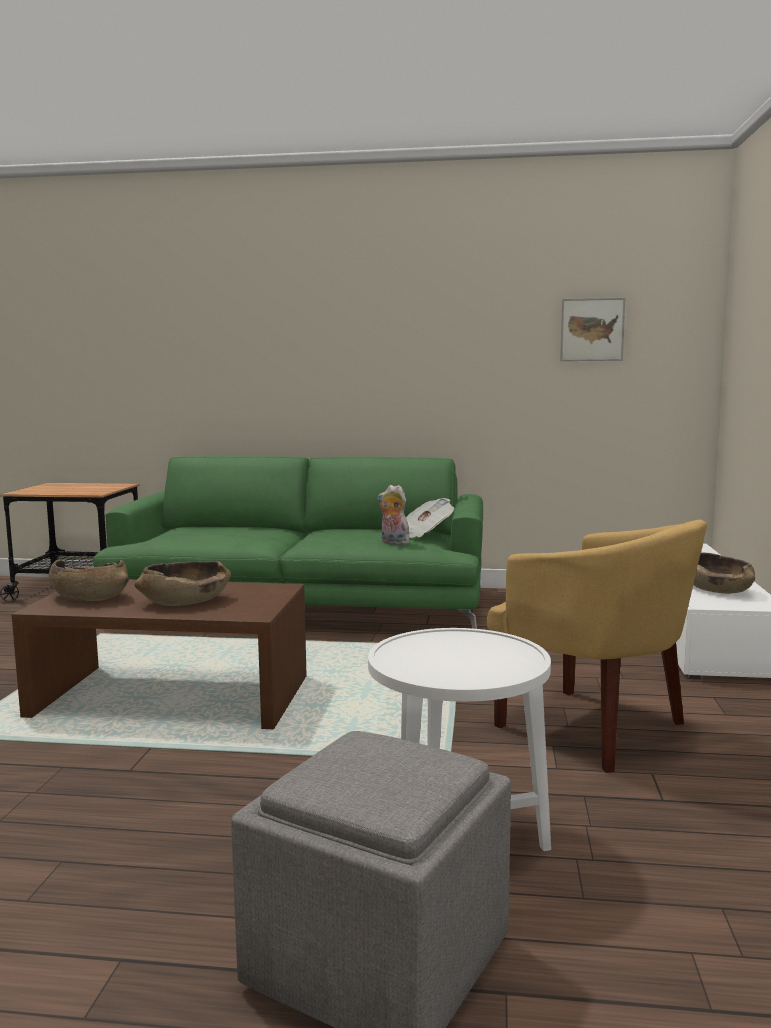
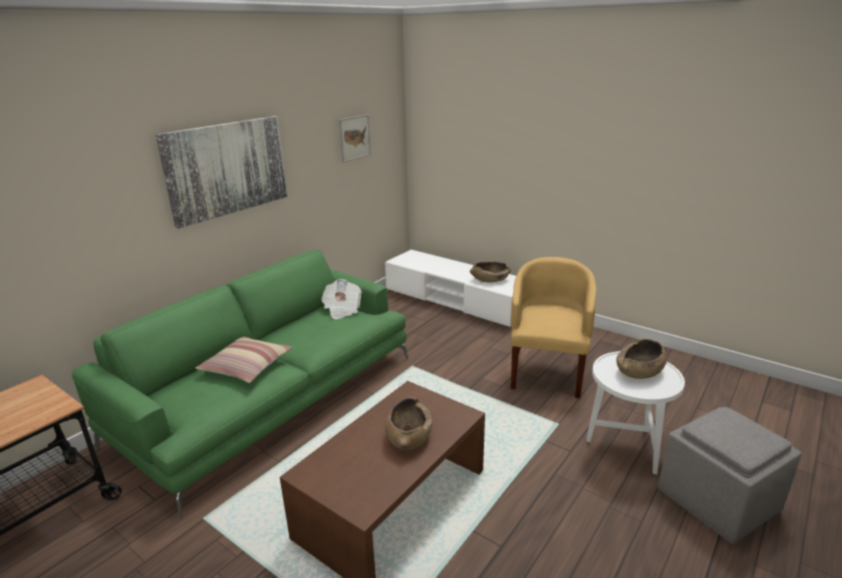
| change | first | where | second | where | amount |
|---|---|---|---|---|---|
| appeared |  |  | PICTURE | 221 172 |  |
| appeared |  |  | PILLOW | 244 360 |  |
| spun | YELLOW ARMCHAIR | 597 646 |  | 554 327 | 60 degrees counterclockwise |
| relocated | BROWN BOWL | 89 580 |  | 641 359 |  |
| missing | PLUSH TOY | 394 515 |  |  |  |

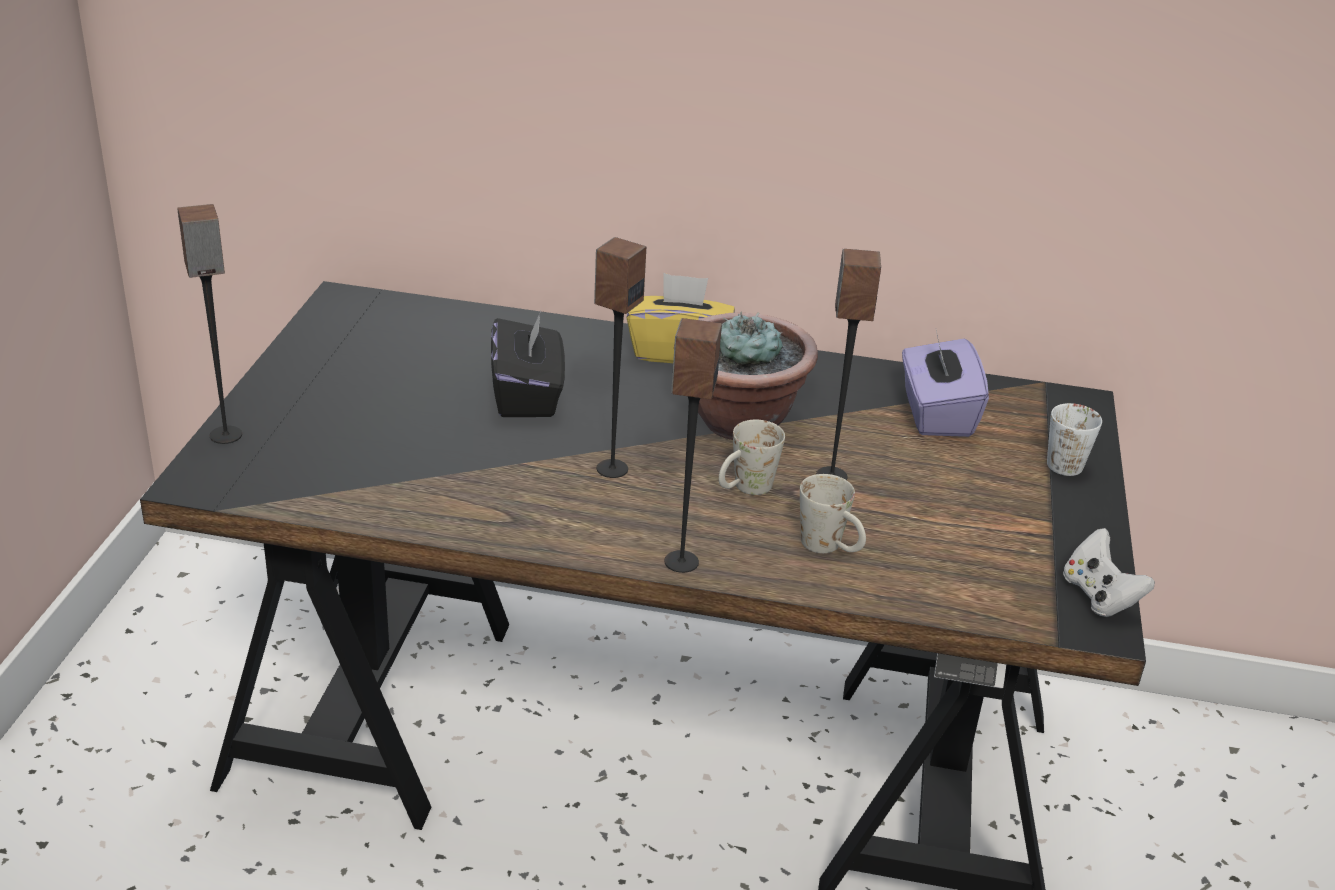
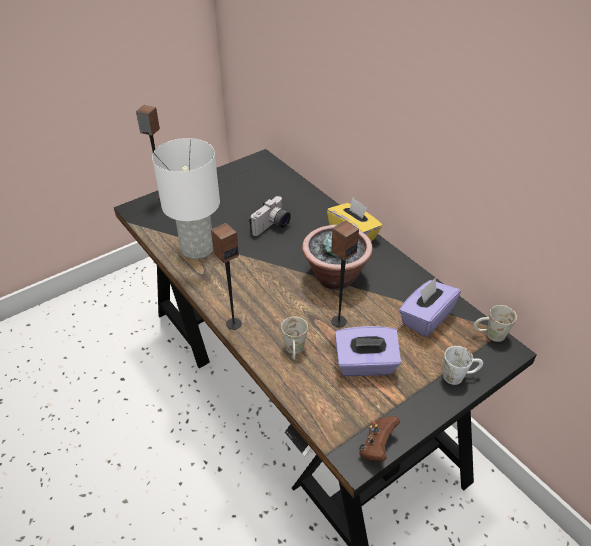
| change | first | where | second | where | amount |
|---|---|---|---|---|---|
| appeared |  |  | WHITE TABLE LAMP | 186 198 |  |
| exchanged | BLACK TISSUE BOX | 528 364 | PHOTO CAMERA | 270 216 |  |
| appeared |  |  | PURPLE TISSUE BOX | 368 351 |  |
| colour | WHITE GAME CONTROLLER | 1109 572 | BROWN GAME CONTROLLER | 379 438 |  |
| relocated | WHITE MUG | 752 457 |  | 495 323 |  |
| missing | SPEAKER | 620 357 |  |  |  |

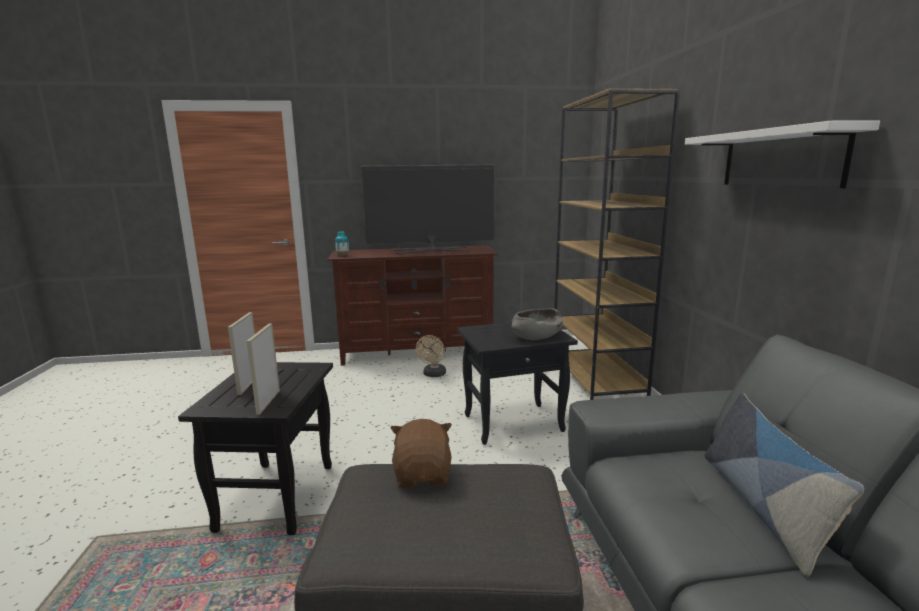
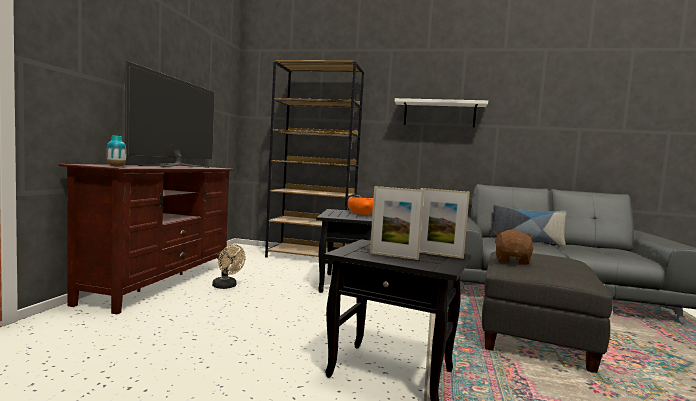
| change | first | where | second | where | amount |
|---|---|---|---|---|---|
| colour | GREY BOWL | 537 324 | ORANGE BOWL | 360 205 |  |
| spun | BROWN PLUSH TOY | 421 453 |  | 513 247 | 90 degrees clockwise |

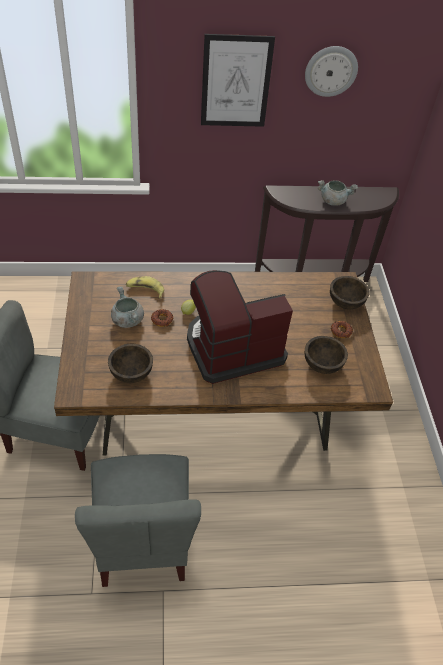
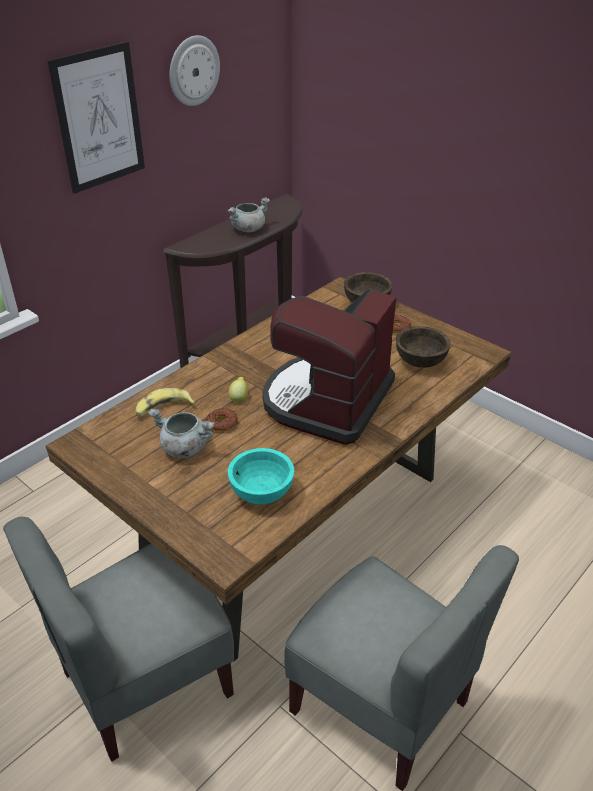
| change | first | where | second | where | amount |
|---|---|---|---|---|---|
| colour | BROWN BOWL | 130 363 | TURQUOISE BOWL | 261 476 |  |

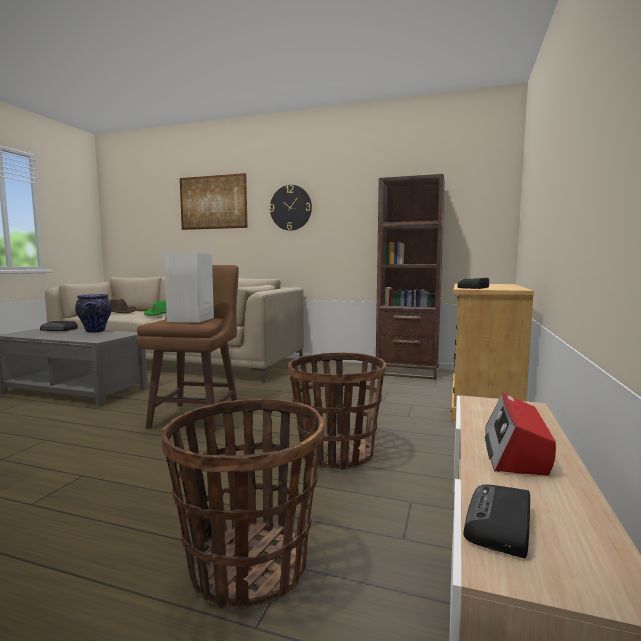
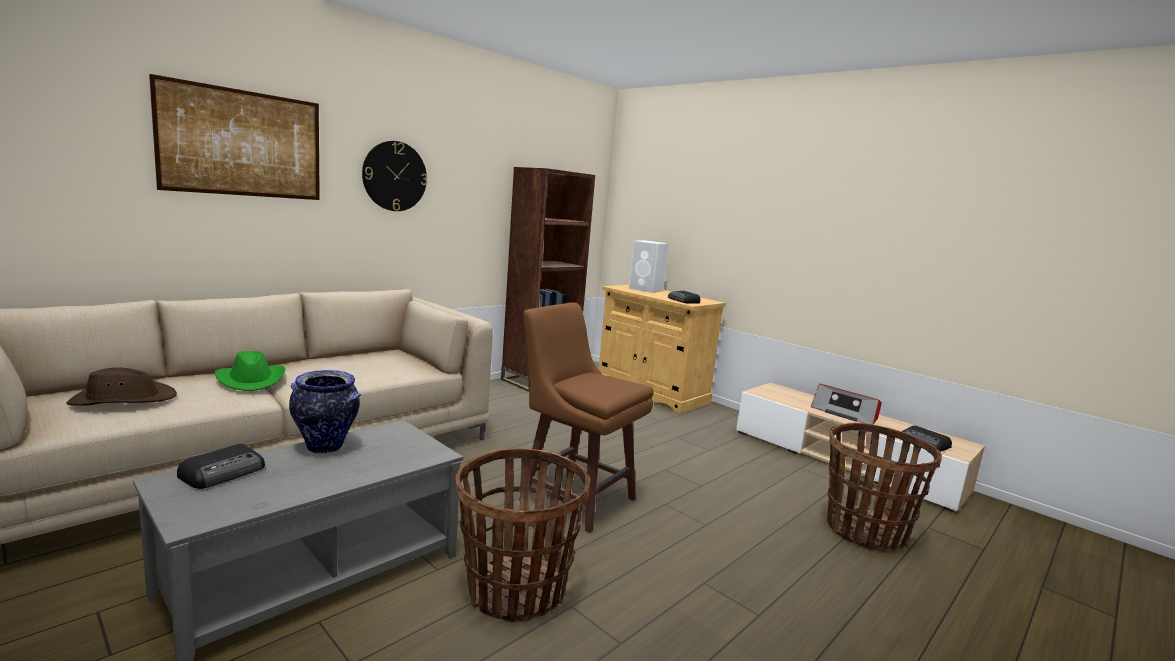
| change | first | where | second | where | amount |
|---|---|---|---|---|---|
| relocated | BASKET | 337 411 |  | 523 535 |  |
| relocated | WHITE SPEAKER | 189 288 |  | 649 267 |  |

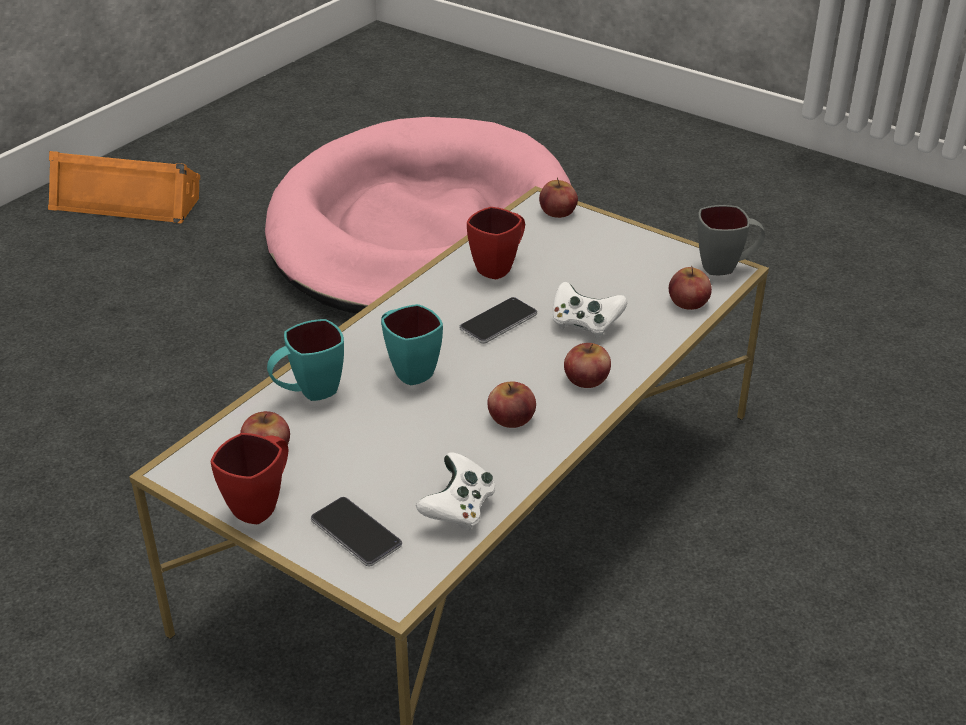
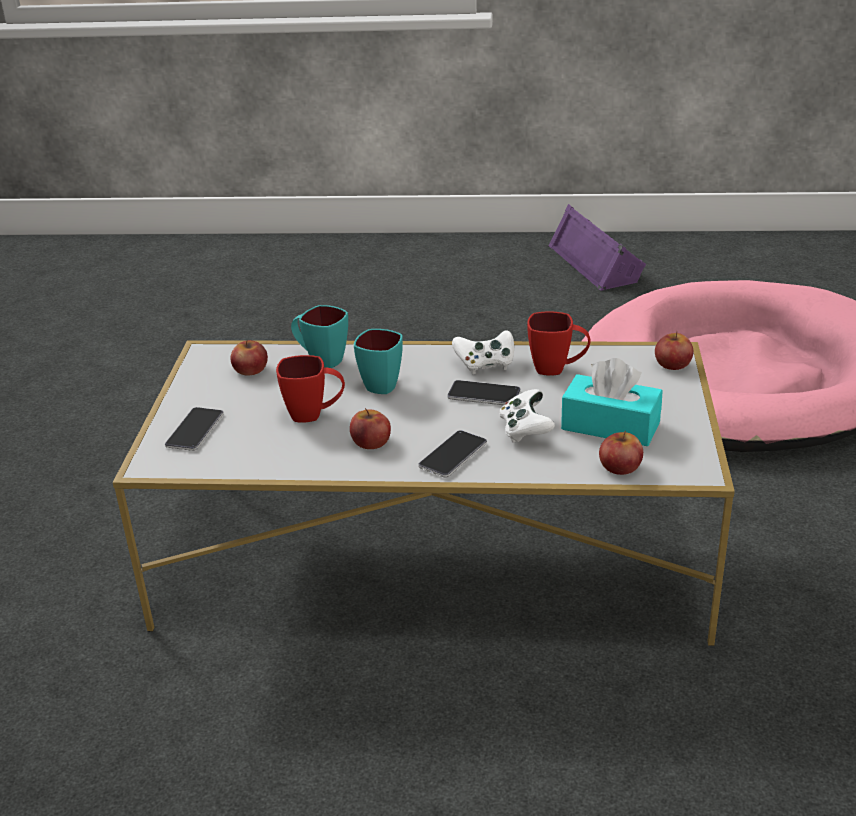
| change | first | where | second | where | amount |
|---|---|---|---|---|---|
| relocated | RED MUG | 249 478 |  | 310 389 |  |
| exchanged | APPLE | 587 365 | PHONE | 452 454 |  |
| relocated | WHITE GAME CONTROLLER | 456 491 |  | 483 352 |  |
| colour | ORANGE SPEAKER | 124 187 | PURPLE SPEAKER | 597 247 |  |
| appeared |  |  | TURQUOISE TISSUE BOX | 612 402 |  |
| missing | GREY MUG | 731 240 |  |  |  |

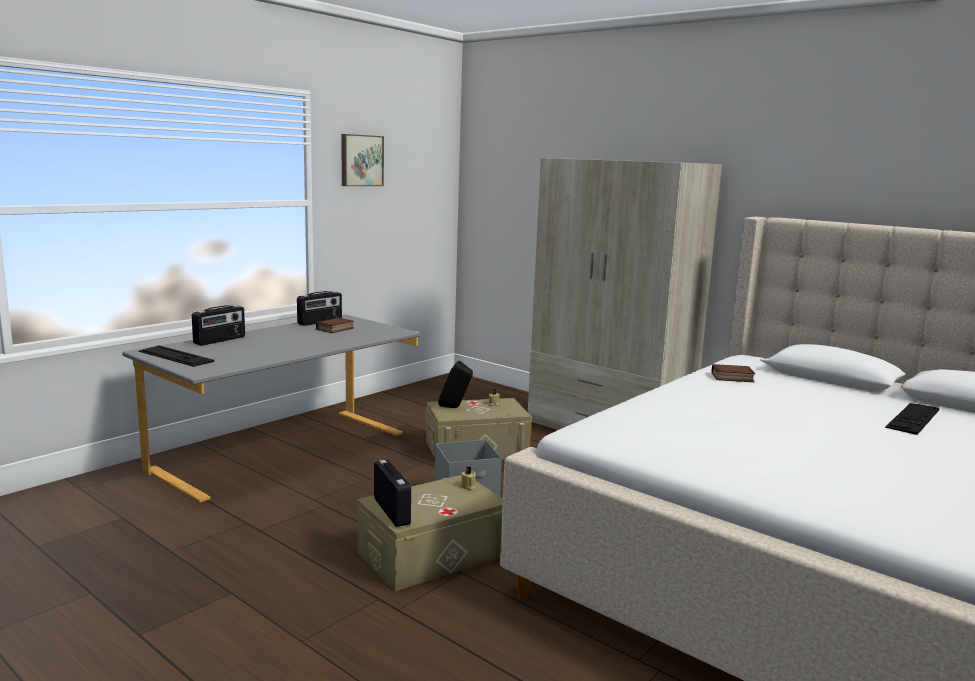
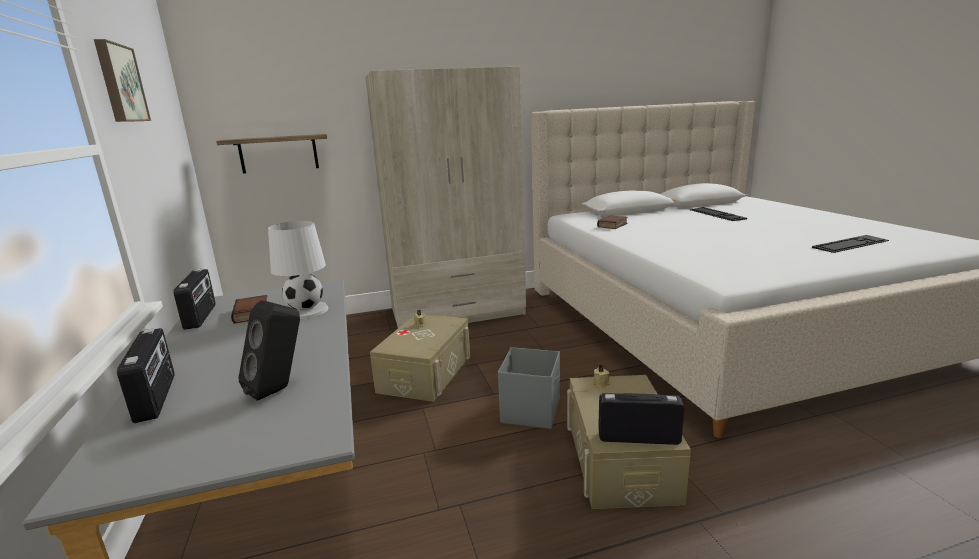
| change | first | where | second | where | amount |
|---|---|---|---|---|---|
| appeared |  |  | SHELF | 271 154 |  |
| relocated | BLACK SPEAKER | 455 384 |  | 269 351 |  |
| appeared |  |  | WHITE TABLE LAMP | 298 270 |  |
| relocated | KEYBOARD | 176 356 |  | 850 244 |  |

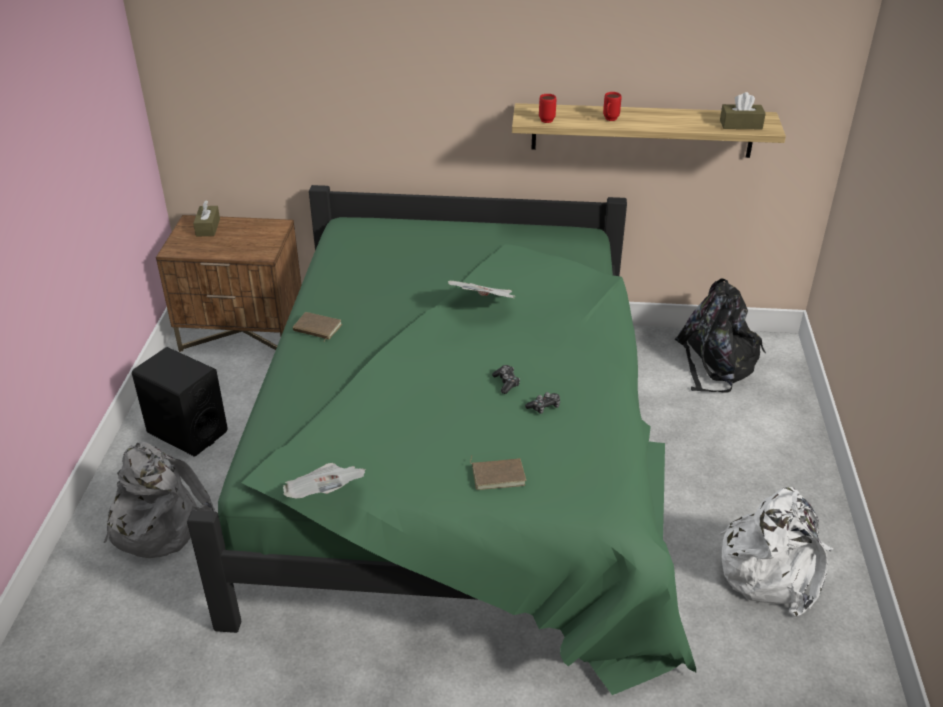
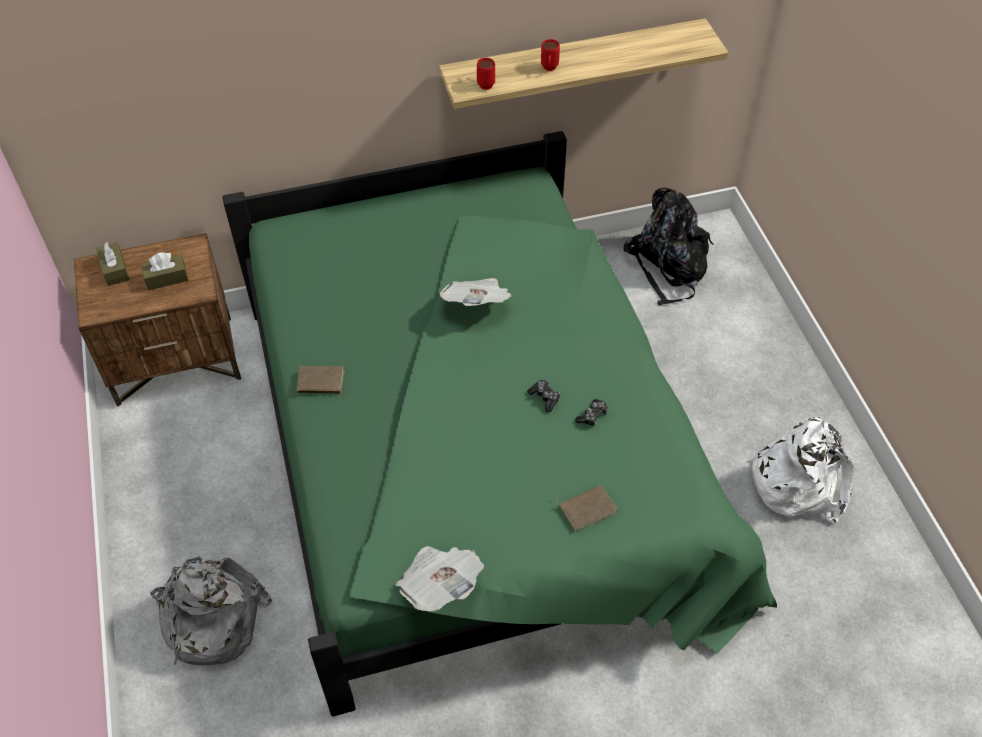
| change | first | where | second | where | amount |
|---|---|---|---|---|---|
| relocated | BROWN TISSUE BOX | 743 110 |  | 164 271 |  |
| missing | BLACK SPEAKER | 180 402 |  |  |  |

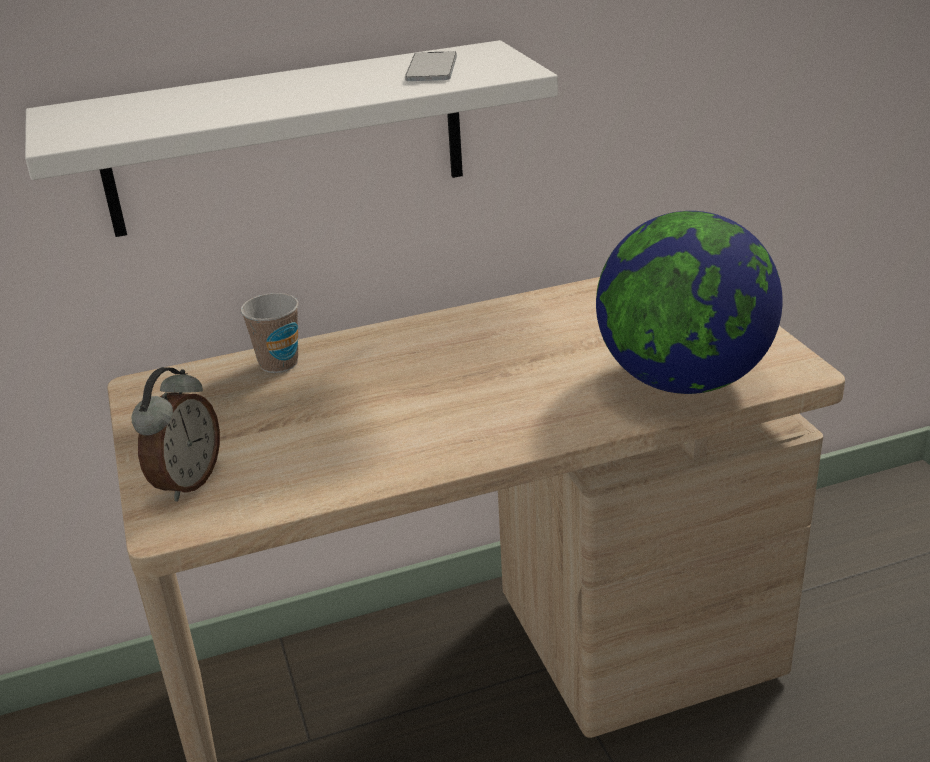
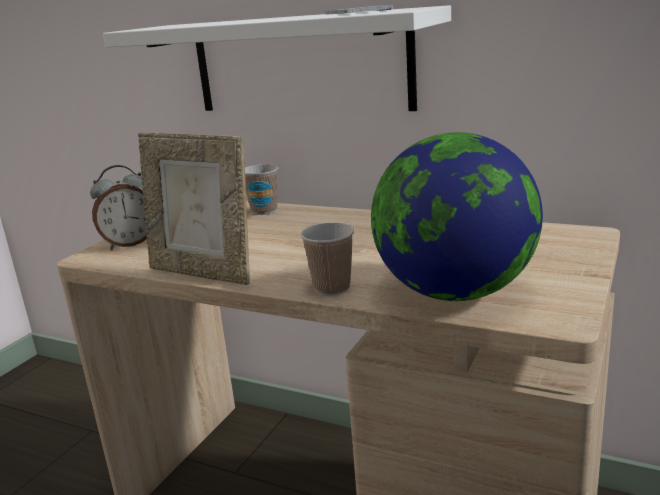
| change | first | where | second | where | amount |
|---|---|---|---|---|---|
| appeared |  |  | PICTURE FRAME | 193 208 |  |
| appeared |  |  | CUP | 327 259 |  |

